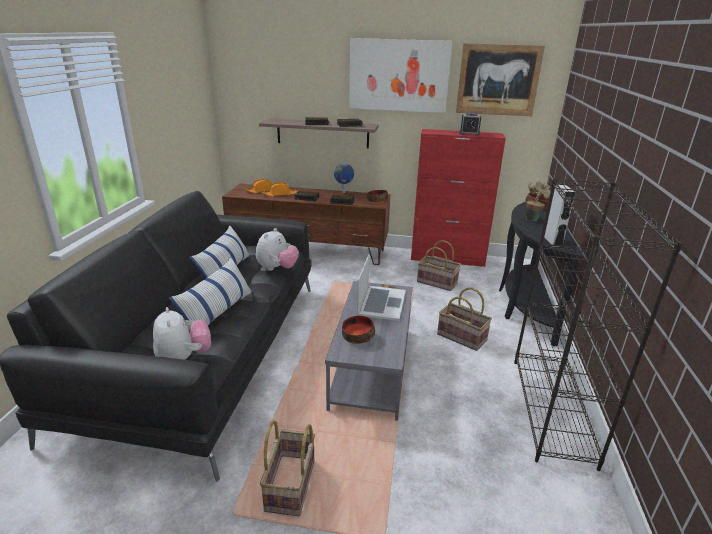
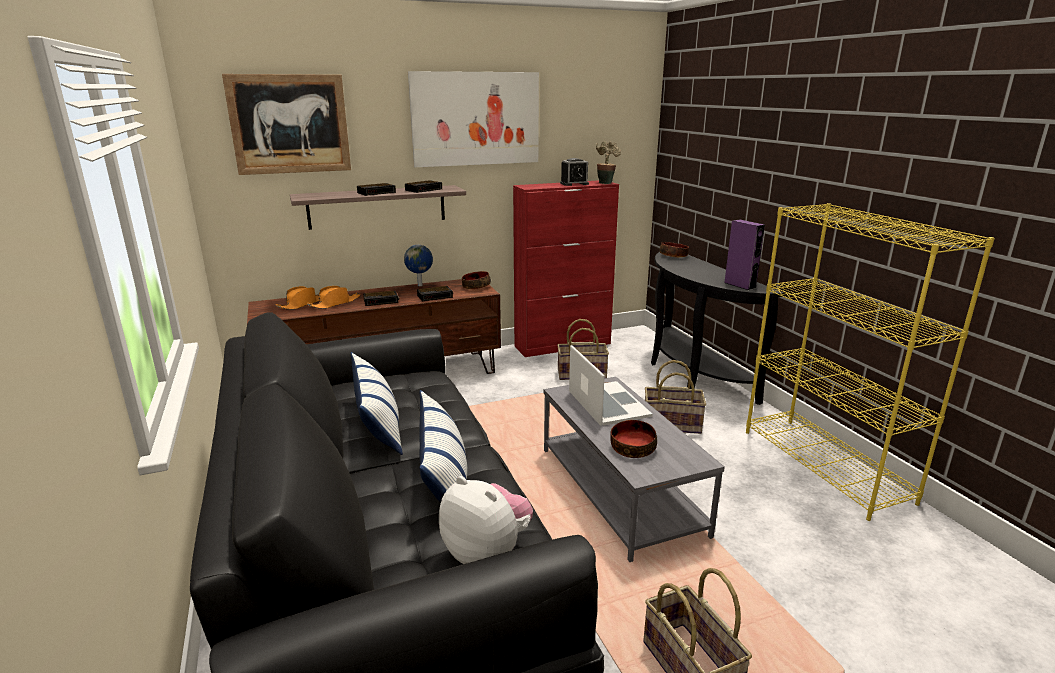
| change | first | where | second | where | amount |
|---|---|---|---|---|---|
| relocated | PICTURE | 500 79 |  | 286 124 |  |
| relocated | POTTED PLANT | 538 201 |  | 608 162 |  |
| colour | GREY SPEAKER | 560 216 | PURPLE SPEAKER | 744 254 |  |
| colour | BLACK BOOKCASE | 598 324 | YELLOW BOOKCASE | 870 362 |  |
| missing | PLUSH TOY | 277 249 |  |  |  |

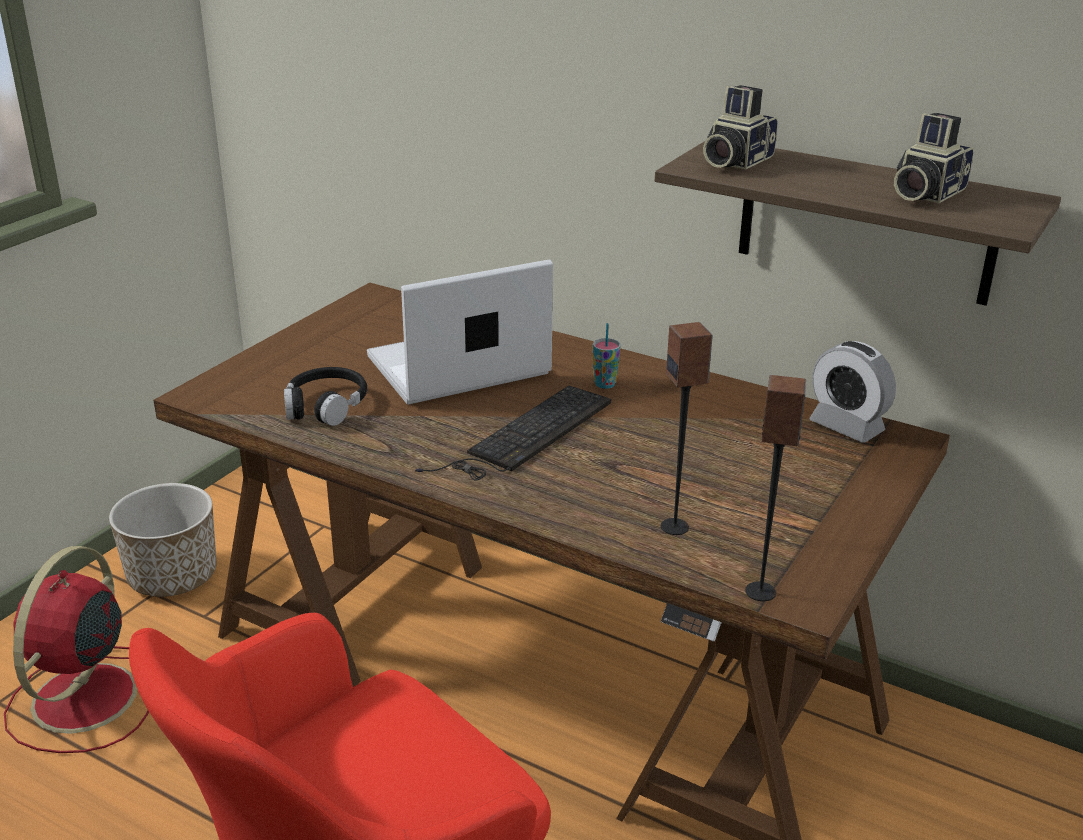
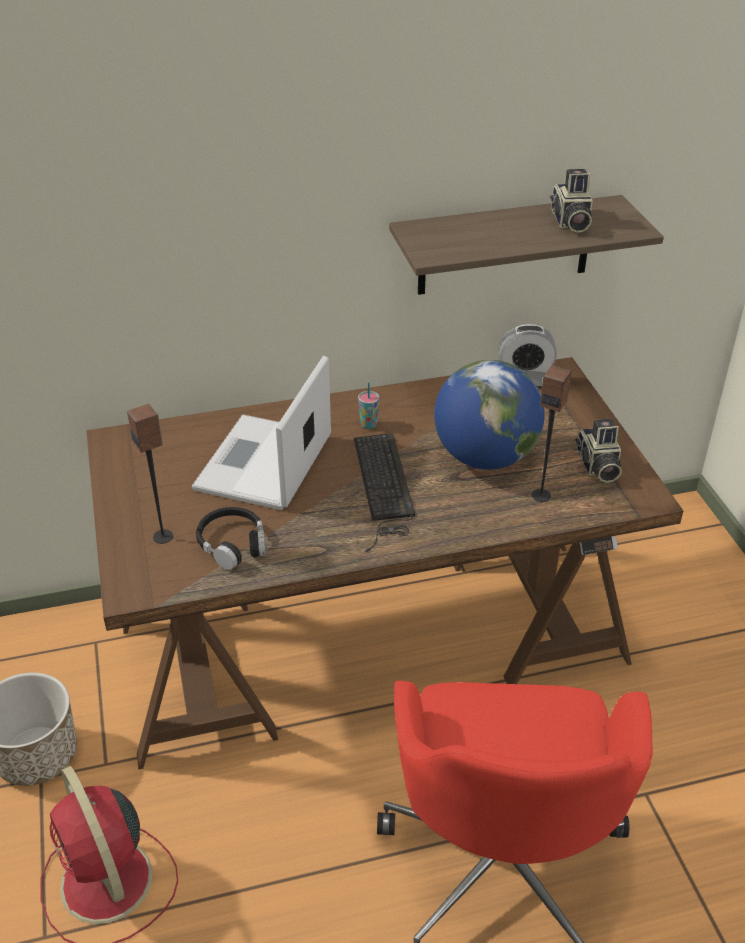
| change | first | where | second | where | amount |
|---|---|---|---|---|---|
| relocated | SPEAKER | 776 488 |  | 150 474 |  |
| appeared |  |  | GLOBE | 489 415 |  |
| relocated | PHOTO CAMERA | 740 127 |  | 599 451 |  |

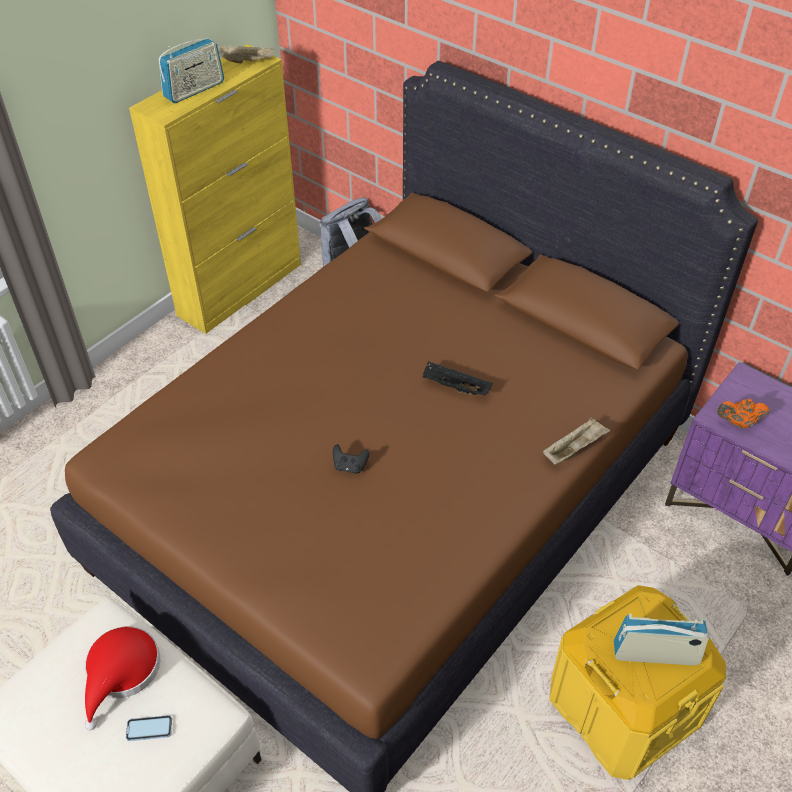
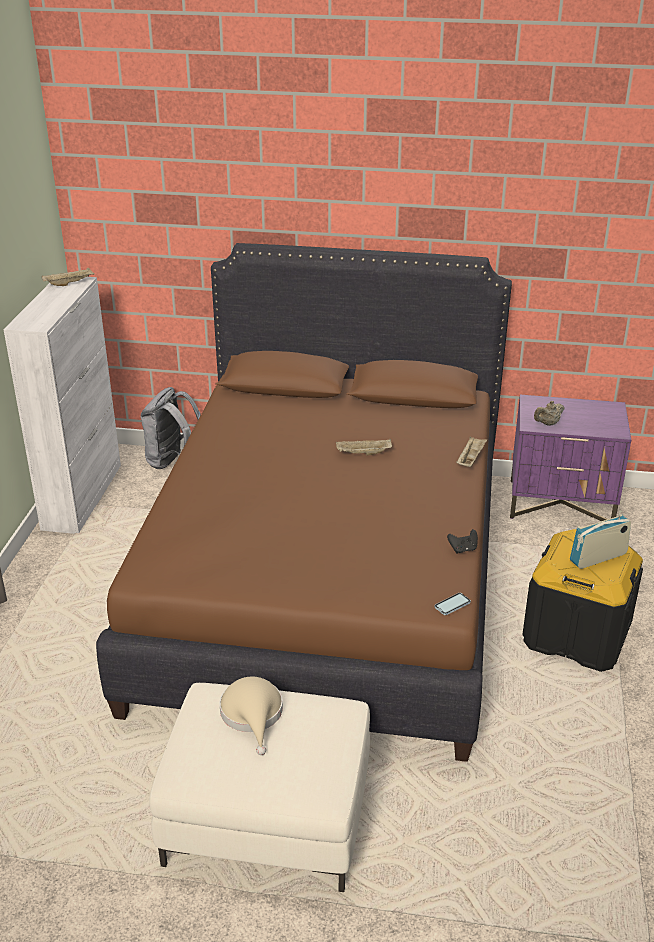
| change | first | where | second | where | amount |
|---|---|---|---|---|---|
| colour | YELLOW CABINET | 215 189 | WHITE CABINET | 62 405 |  |
| colour | RED HAT | 122 678 | BEIGE HAT | 251 716 |  |
| colour | BLACK TRAY | 458 378 | BEIGE TRAY | 364 447 |  |
| relocated | PHONE | 149 728 |  | 452 604 |  |
| relocated | BLACK GAME CONTROLLER | 351 459 |  | 462 541 |  |
| colour | YELLOW STORAGE BOX | 637 682 | BLACK STORAGE BOX | 582 600 |  |
| colour | ORANGE TEAPOT | 743 413 | BEIGE TEAPOT | 549 413 |  |
| missing | RADIO | 191 70 |  |  |  |

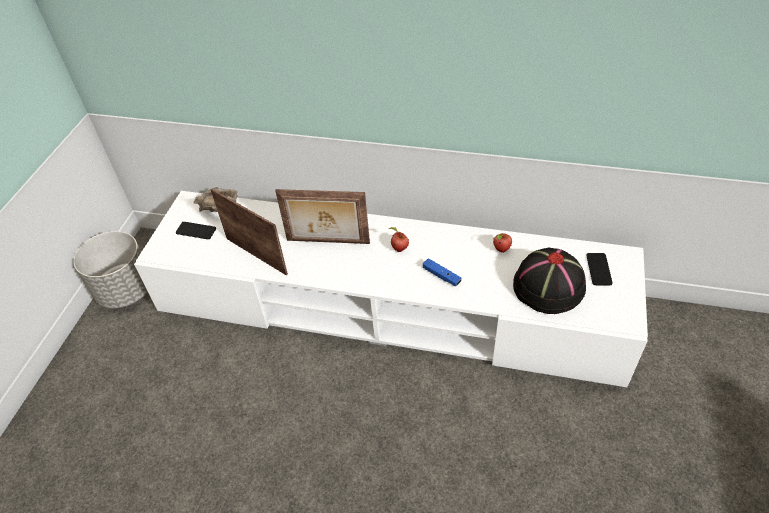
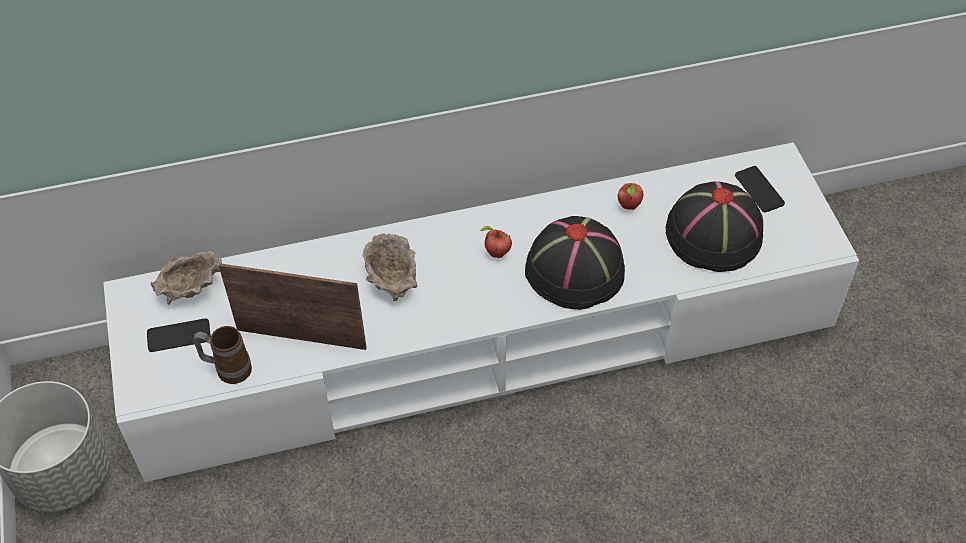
| change | first | where | second | where | amount |
|---|---|---|---|---|---|
| appeared |  |  | MUG | 222 355 |  |
| exchanged | PICTURE FRAME | 322 216 | BEIGE BOWL | 390 267 |  |
| exchanged | BLUE GAME CONTROLLER | 442 272 | BLACK HAT | 575 263 |  |

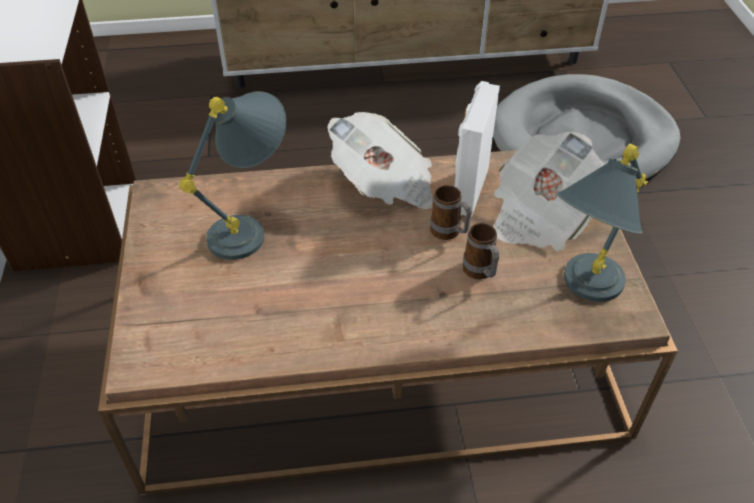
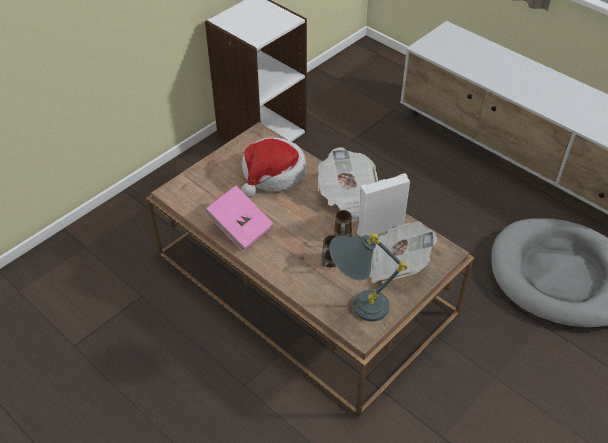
| change | first | where | second | where | amount |
|---|---|---|---|---|---|
| appeared |  |  | PINK BOOK | 239 218 |  |
| exchanged | GREY TABLE LAMP | 232 175 | HAT | 273 167 |  |

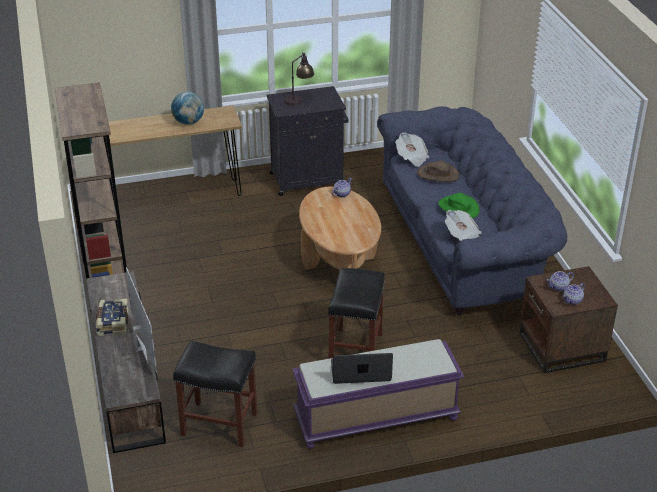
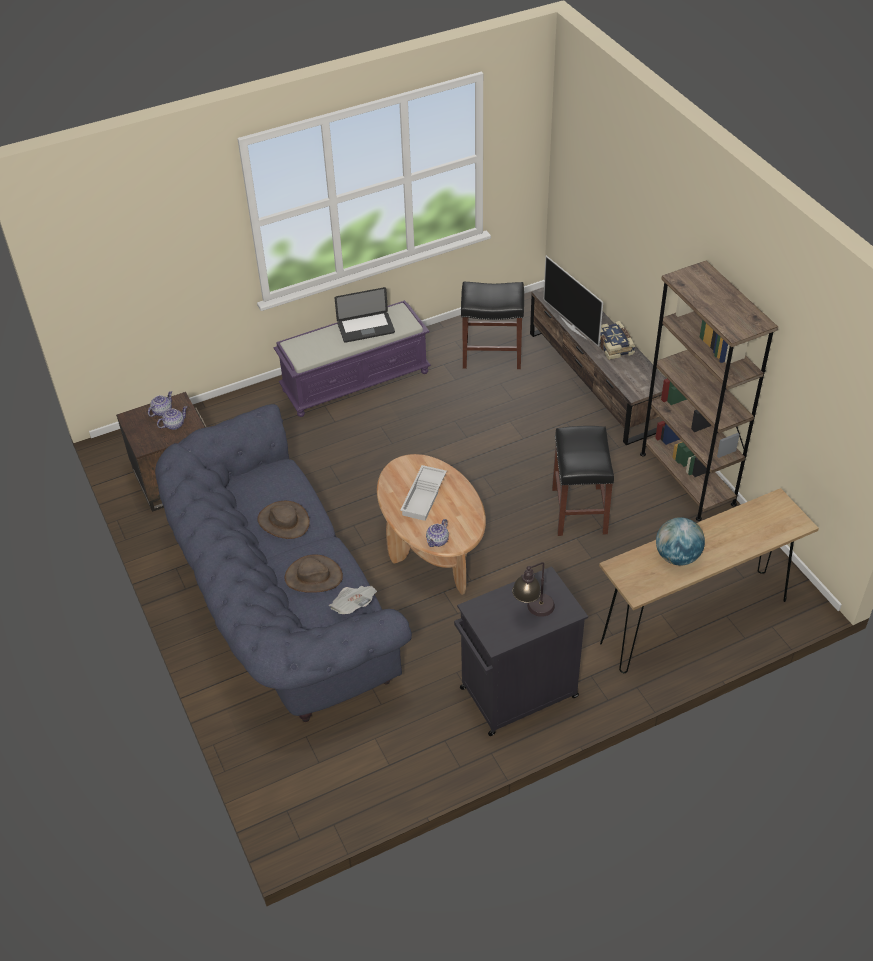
| change | first | where | second | where | amount |
|---|---|---|---|---|---|
| colour | GREEN HAT | 459 205 | BROWN HAT | 283 520 |  |
| appeared |  |  | WHITE TRAY | 423 493 |  |
| relocated | BLACK STOOL | 356 313 |  | 583 481 |  |
| missing | NEWSPAPER | 463 225 |  |  |  |

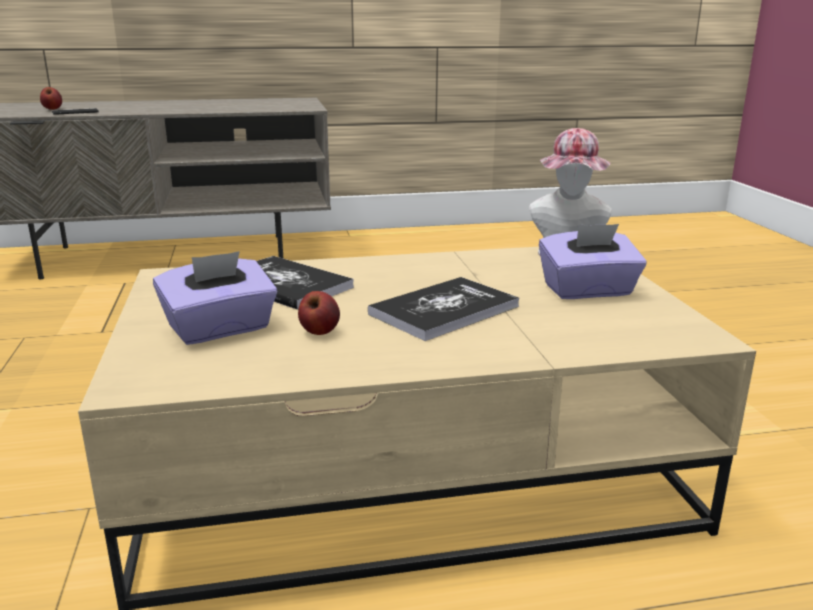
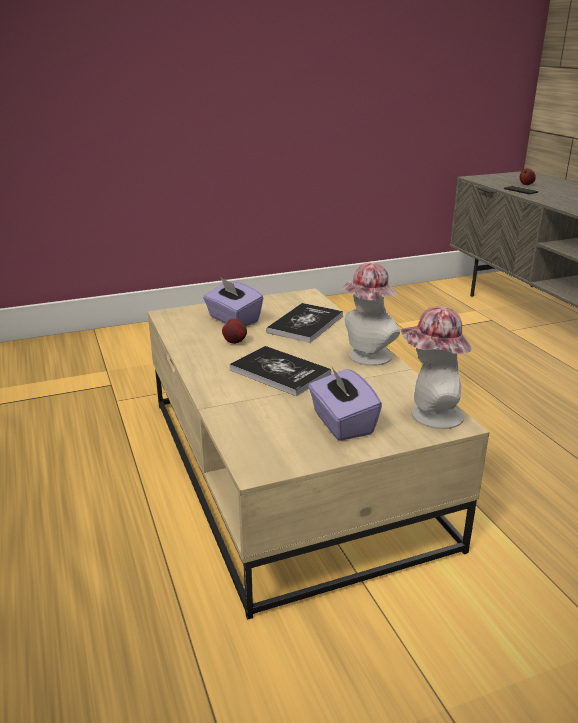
| change | first | where | second | where | amount |
|---|---|---|---|---|---|
| appeared |  |  | HAT | 371 314 |  |

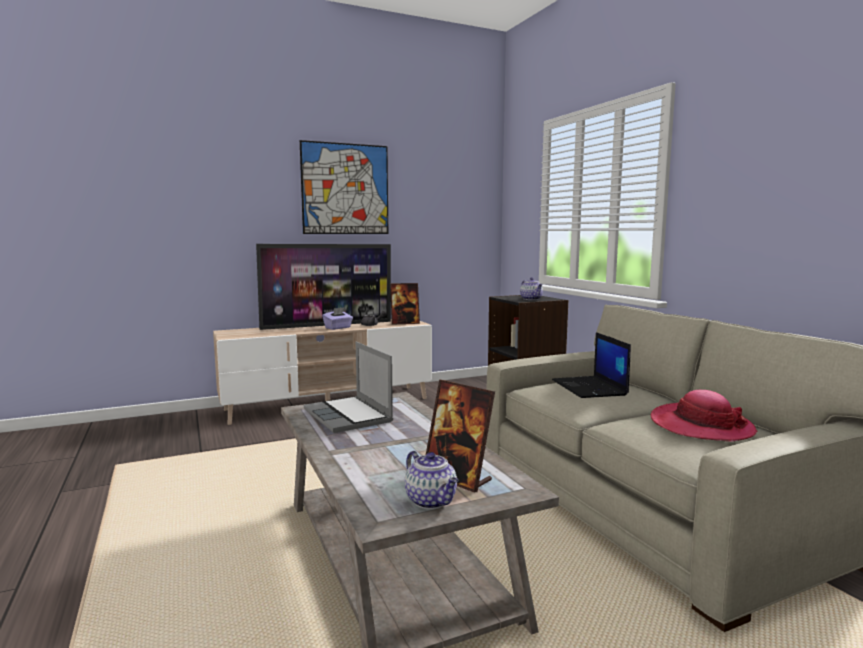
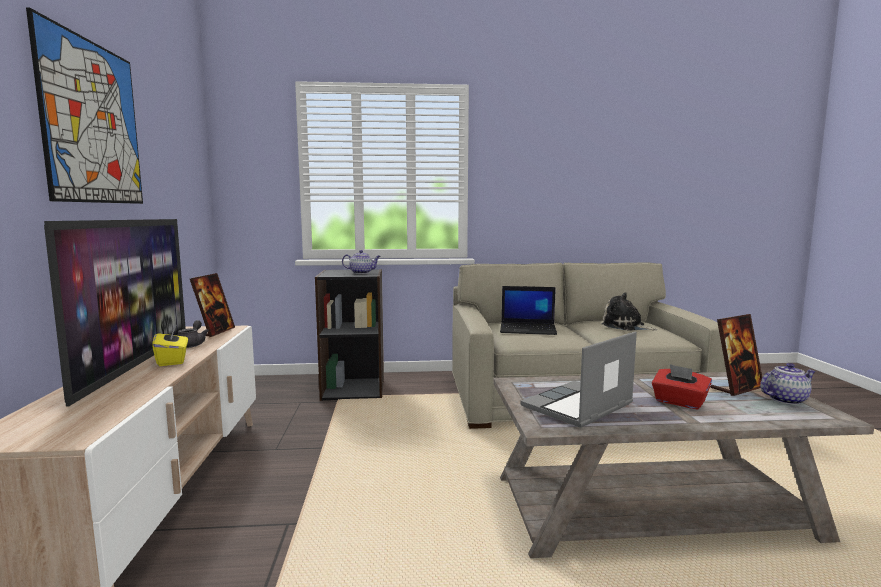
| change | first | where | second | where | amount |
|---|---|---|---|---|---|
| colour | PURPLE TISSUE BOX | 337 318 | YELLOW TISSUE BOX | 170 345 |  |
| spun | LAPTOP | 348 387 |  | 579 380 | 150 degrees clockwise |
| exchanged | HAT | 704 415 | PLUSH TOY | 629 312 |  |
| appeared |  |  | RED TISSUE BOX | 682 387 |  |

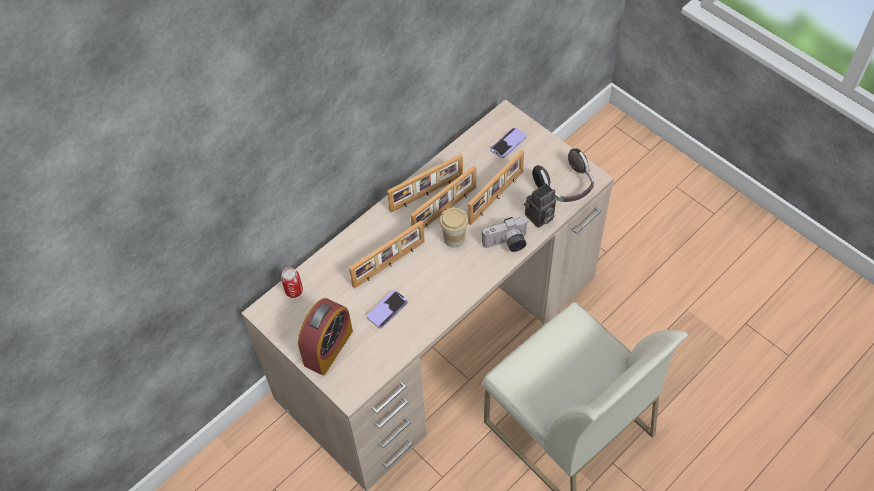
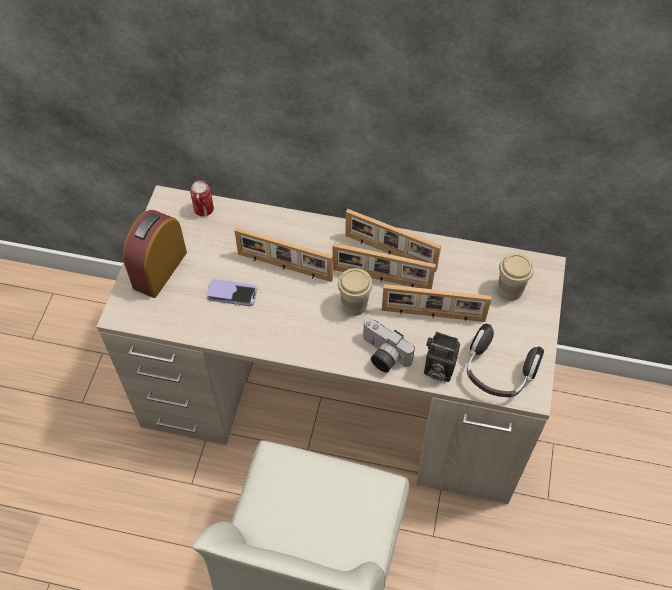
| change | first | where | second | where | amount |
|---|---|---|---|---|---|
| spun | ALARM CLOCK | 325 336 |  | 155 254 | 120 degrees clockwise |
| exchanged | PHONE | 508 143 | CUP | 516 277 |  |

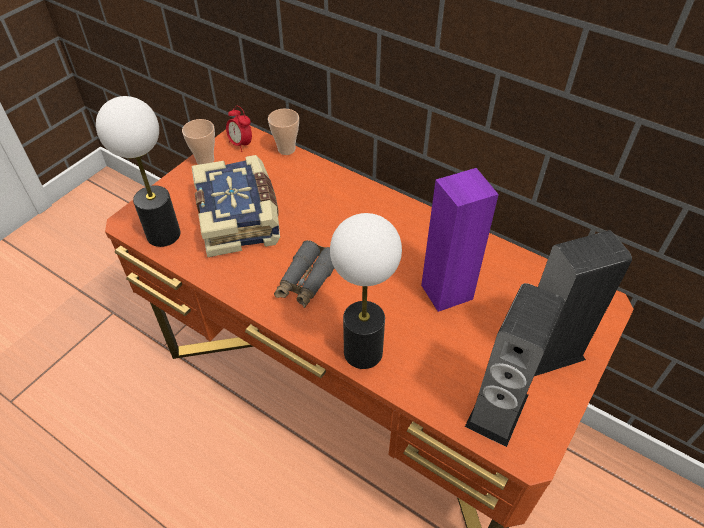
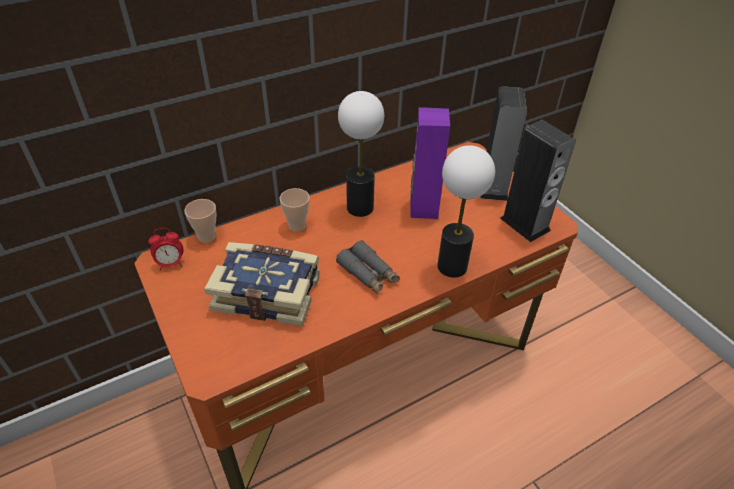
| change | first | where | second | where | amount |
|---|---|---|---|---|---|
| relocated | CUP | 198 142 |  | 295 210 |  |
| relocated | TABLE LAMP | 138 171 |  | 361 154 |  |

